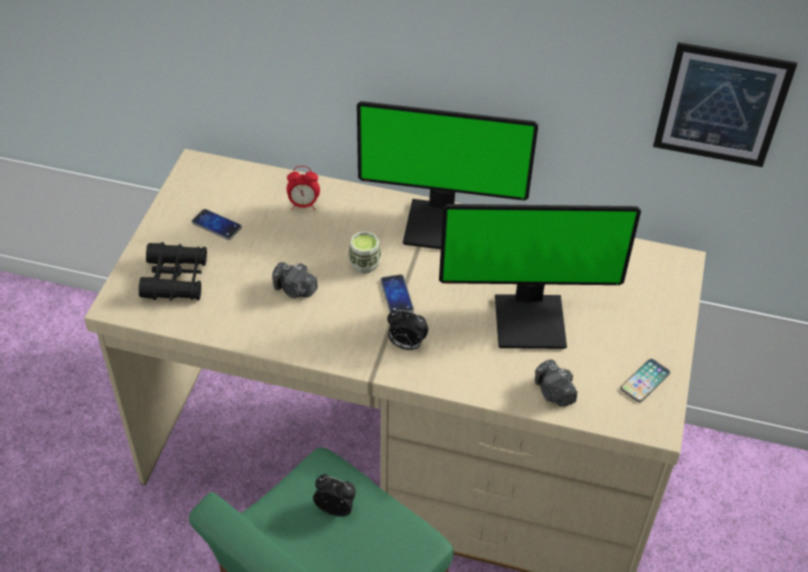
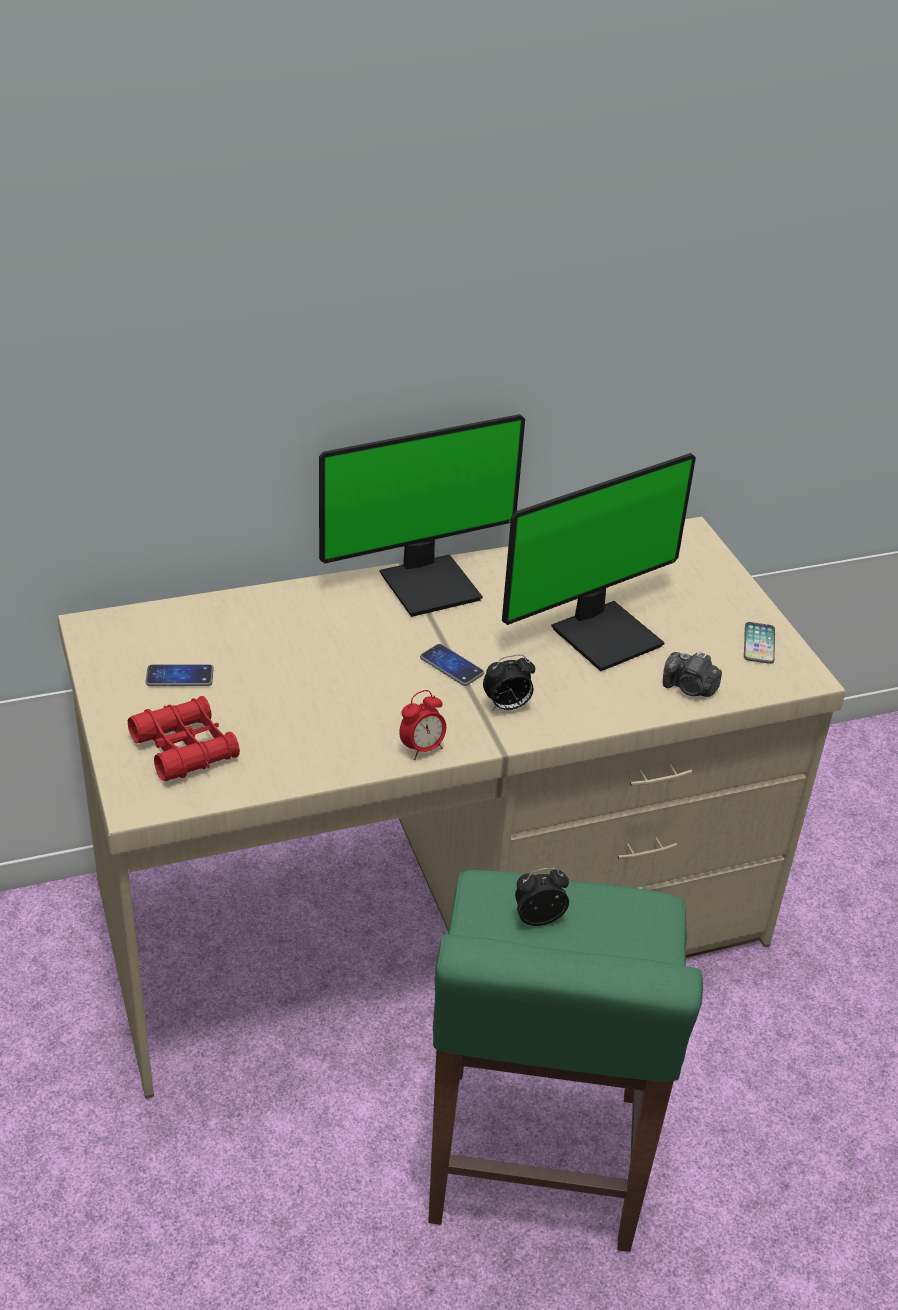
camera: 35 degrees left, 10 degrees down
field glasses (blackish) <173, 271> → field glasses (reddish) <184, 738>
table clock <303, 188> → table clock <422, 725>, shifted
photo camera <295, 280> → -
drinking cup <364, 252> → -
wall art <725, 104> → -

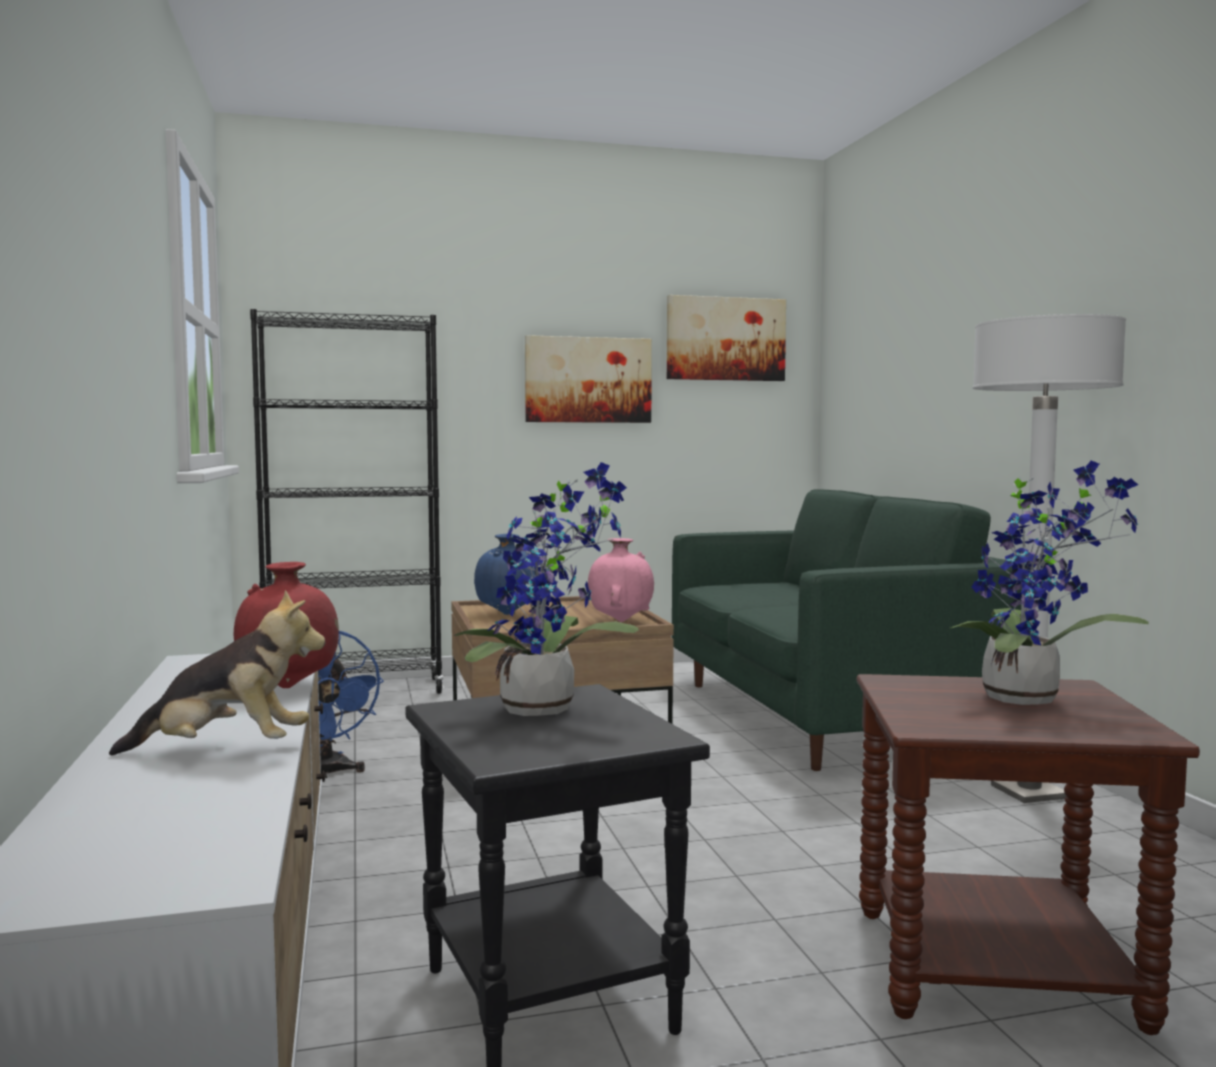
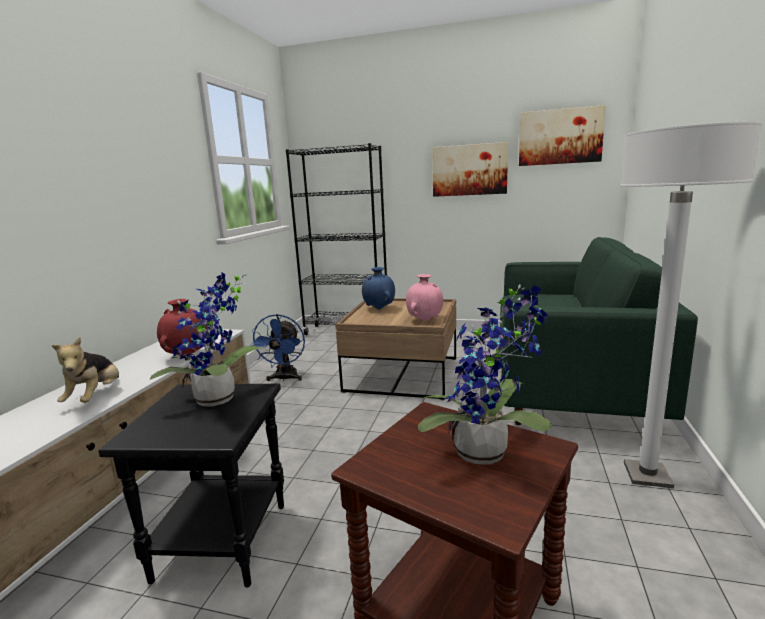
camera: 30 degrees right, 10 degrees up
soft toy <217, 672> → soft toy <85, 370>, 60 degrees clockwise

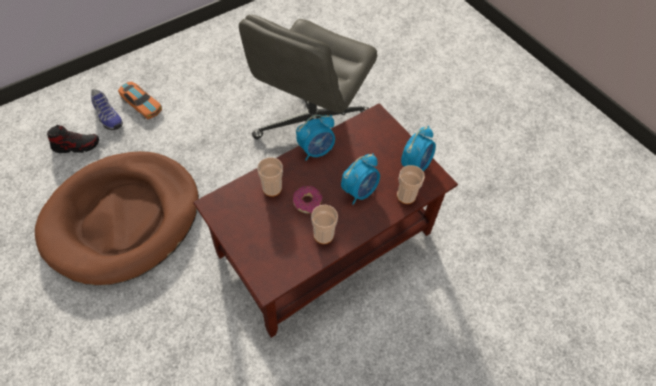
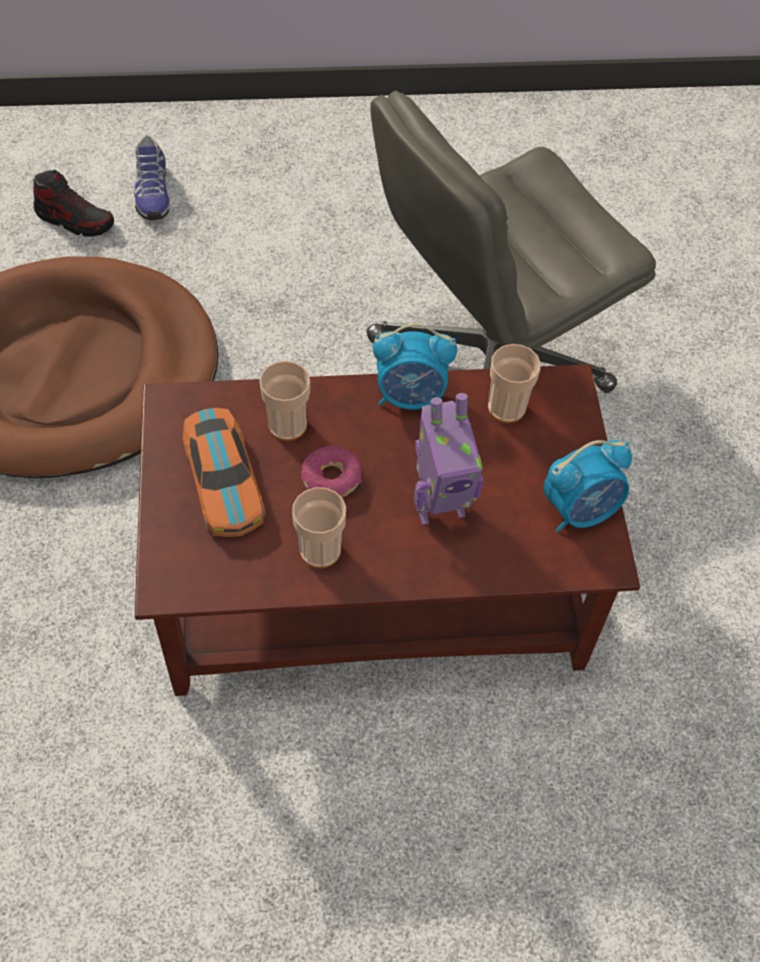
camera: 30 degrees right, 0 degrees up
miniature car <140, 100> → miniature car <224, 472>, shifted
table clock <360, 178> → toy robot <448, 459>
drinking cup <411, 184> → drinking cup <514, 383>, shifted

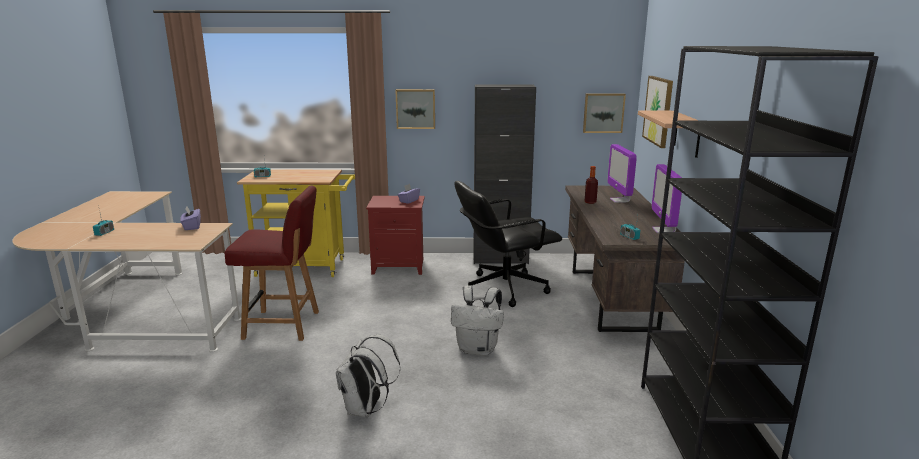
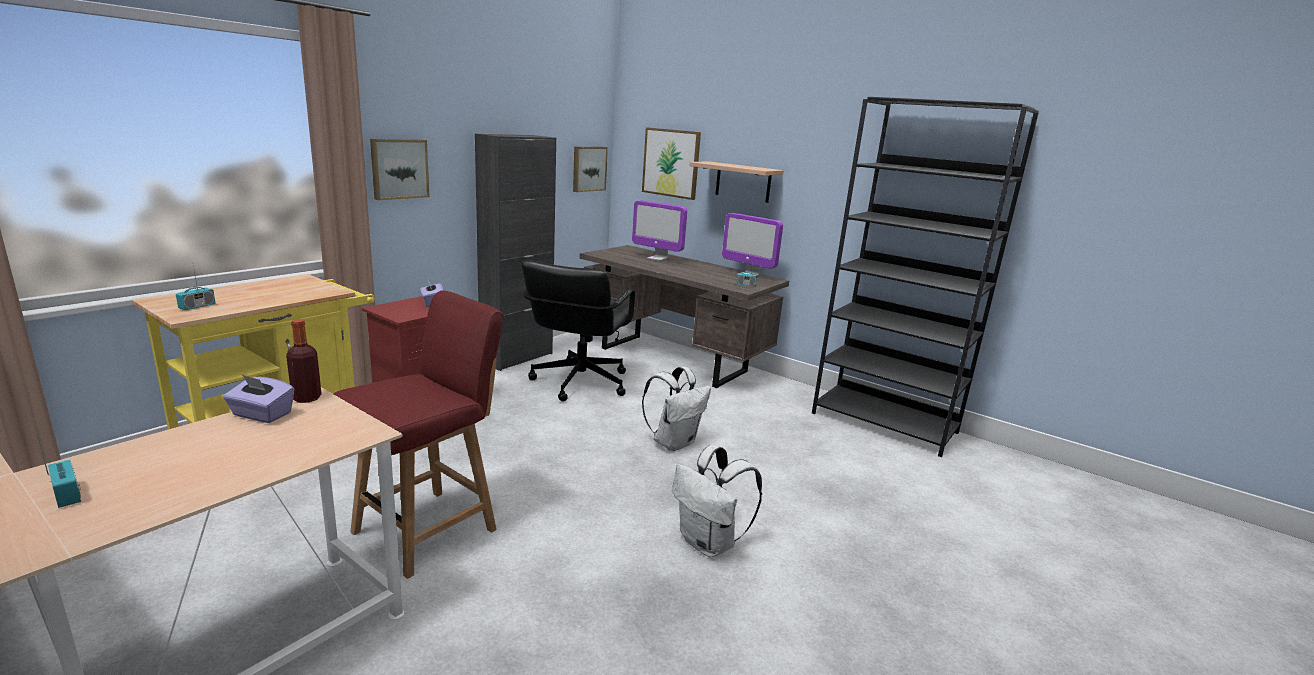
camera: 55 degrees left, 0 degrees up
bottle <591, 185> → bottle <304, 361>, shifted

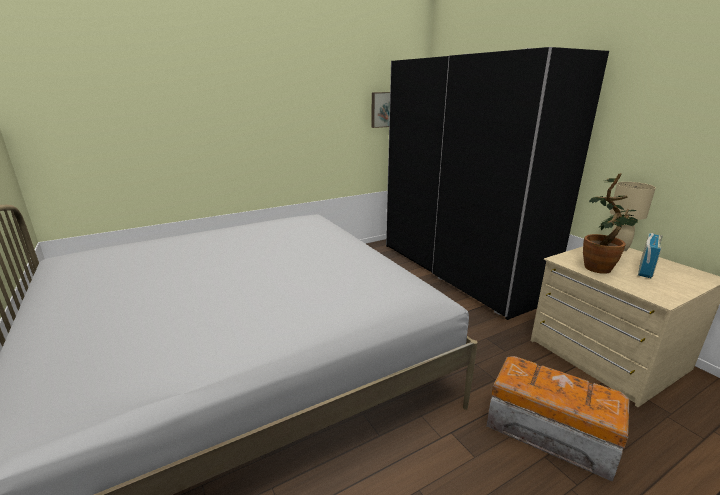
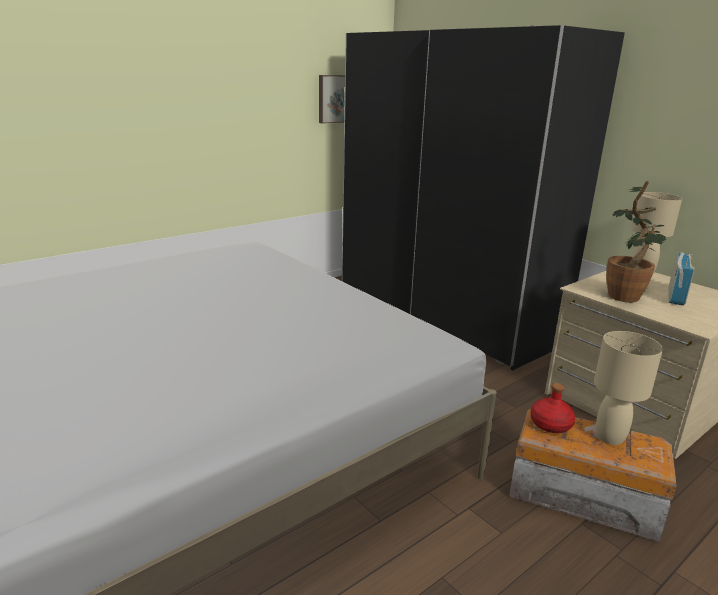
camera: 10 degrees left, 0 degrees up
- → bottle (reddish) <552, 408>
- → tabletop lamp (sand-coloured) <628, 388>

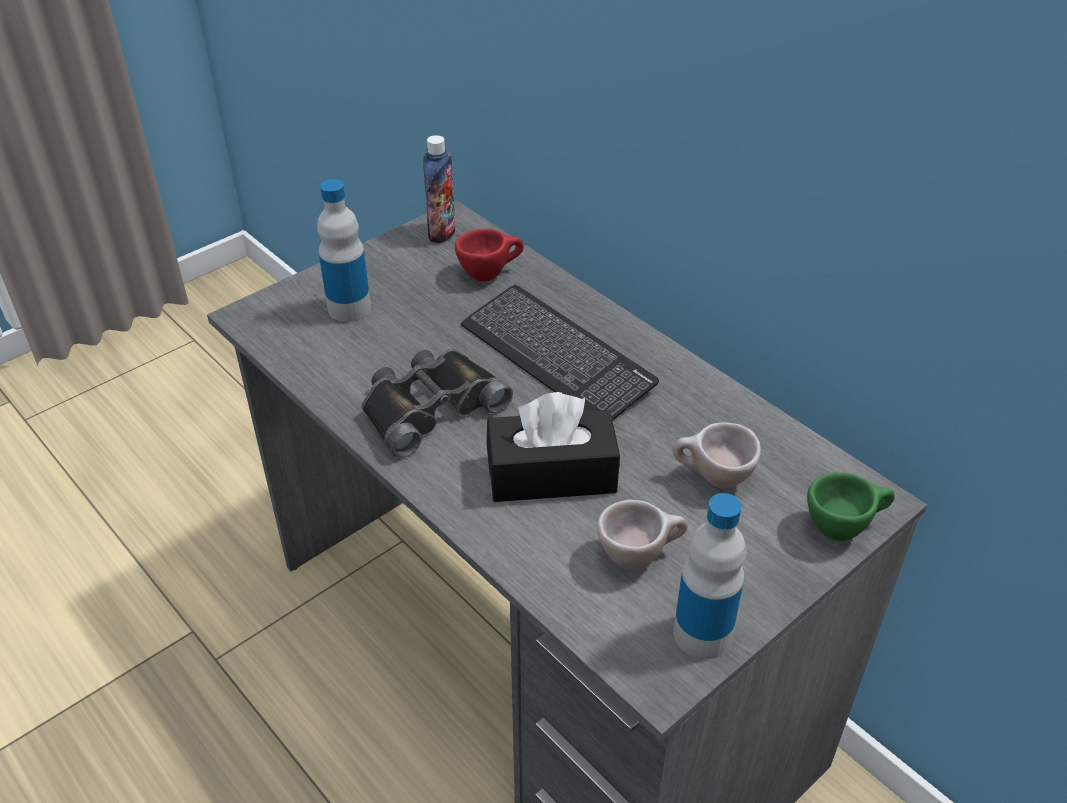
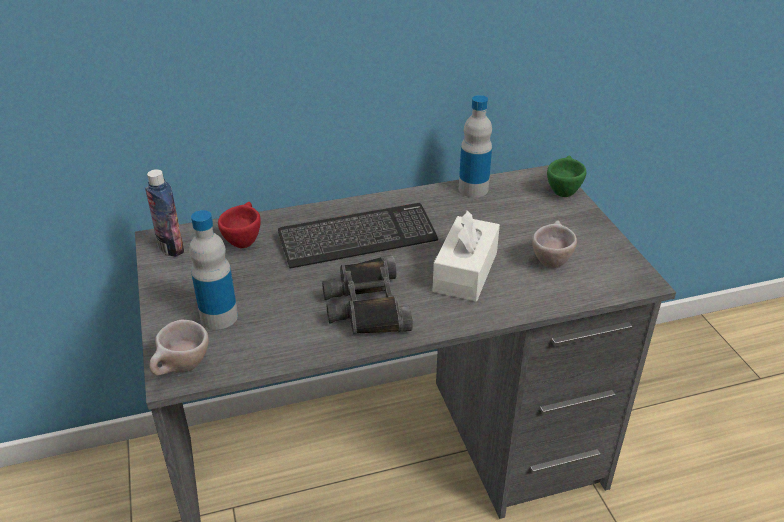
camera: 65 degrees left, 5 degrees down
drinking cup (sand-coloured) <717, 455> → drinking cup (sand-coloured) <178, 348>, shifted
tissue box (blackish) <553, 447> → tissue box (whitish) <466, 255>
bottle <710, 576> → bottle <475, 146>, shifted

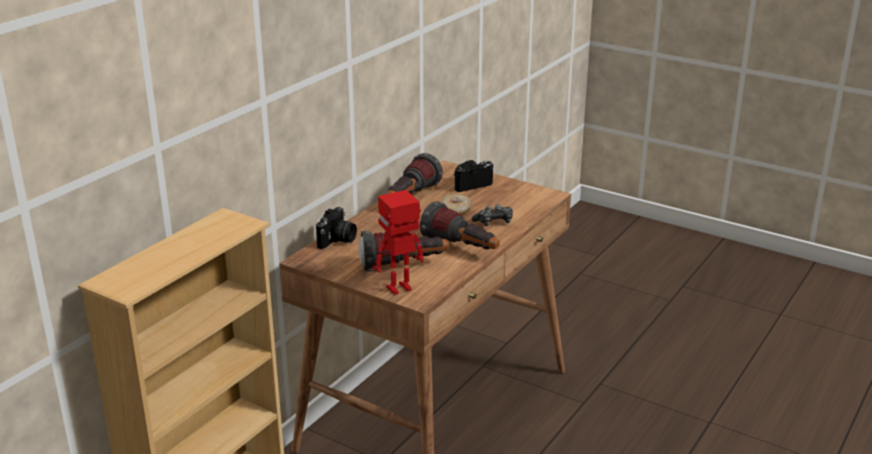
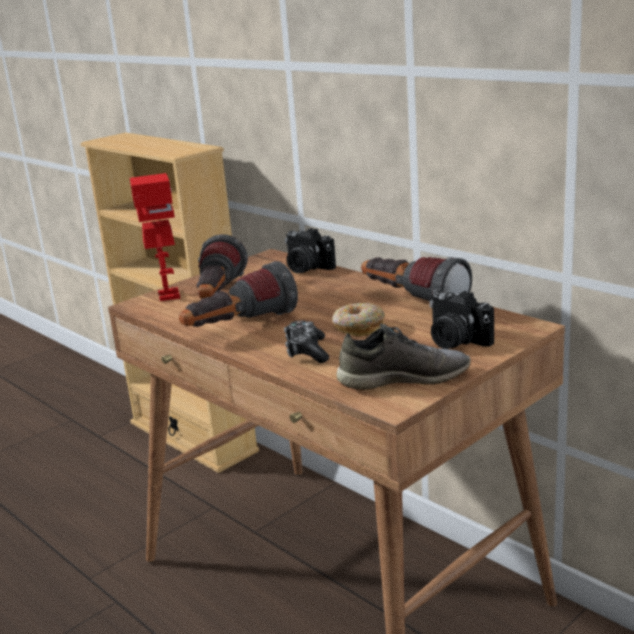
camera: 105 degrees right, 5 degrees down
- → low shoe (grey) <403, 356>
photo camera <473, 176> → photo camera <462, 320>, 150 degrees clockwise

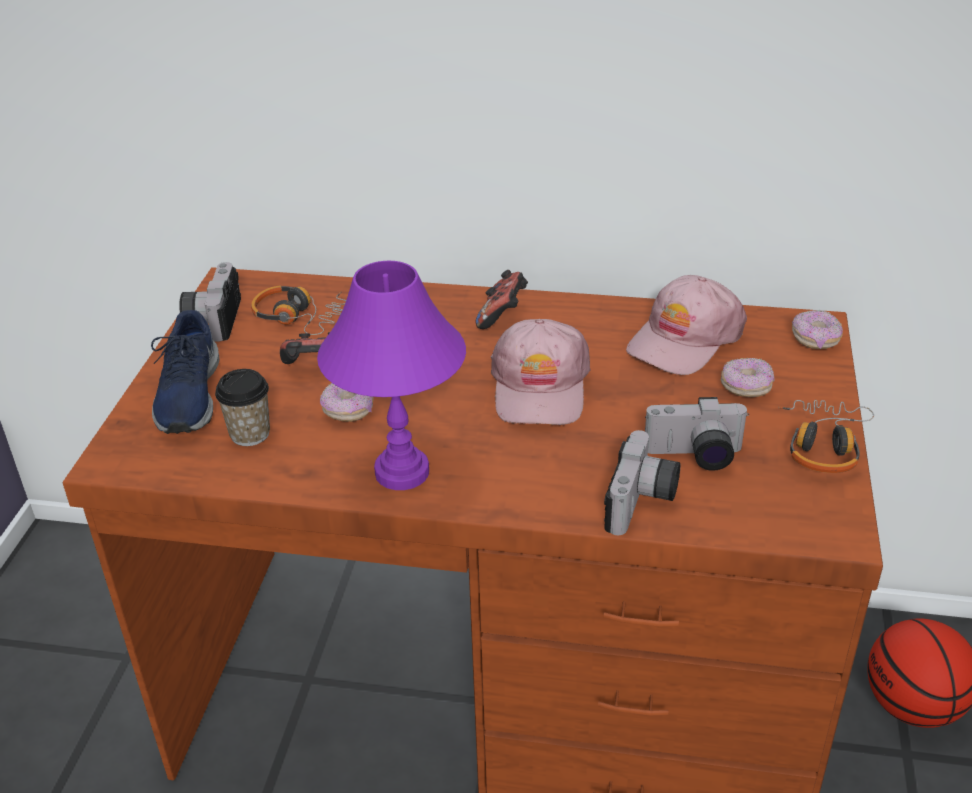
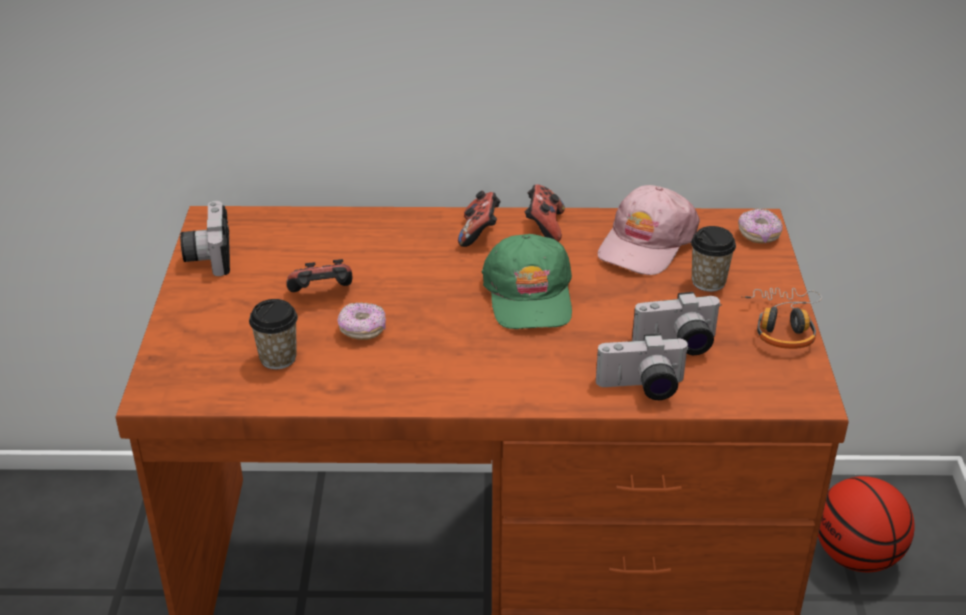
camera: 10 degrees left, 0 degrees up
cap (pinkish) <540, 372> → cap (greenish) <527, 281>
- → game controller <545, 213>
photo camera <642, 482> → photo camera <643, 367>, 75 degrees clockwise
doughnut <748, 377> → drinking cup <713, 259>
low shoe (bluish) <185, 372> → -
headphones <298, 310> → -
tabletop lamp (purple-coloured) <391, 375> → -

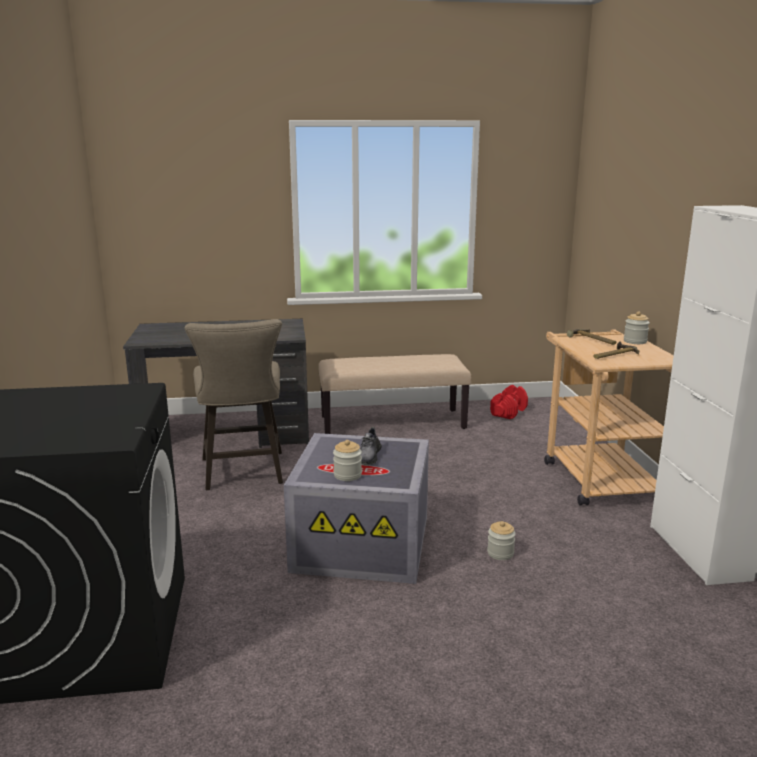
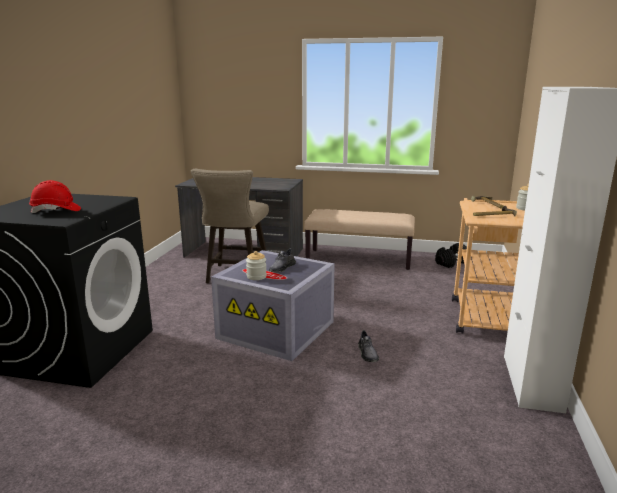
camera: 20 degrees right, 0 degrees up
- → hard hat (reddish) <55, 196>
preserve jar <501, 540> → low shoe (grey) <368, 346>
hand weight (reddish) <509, 402> → hand weight (blackish) <451, 255>

